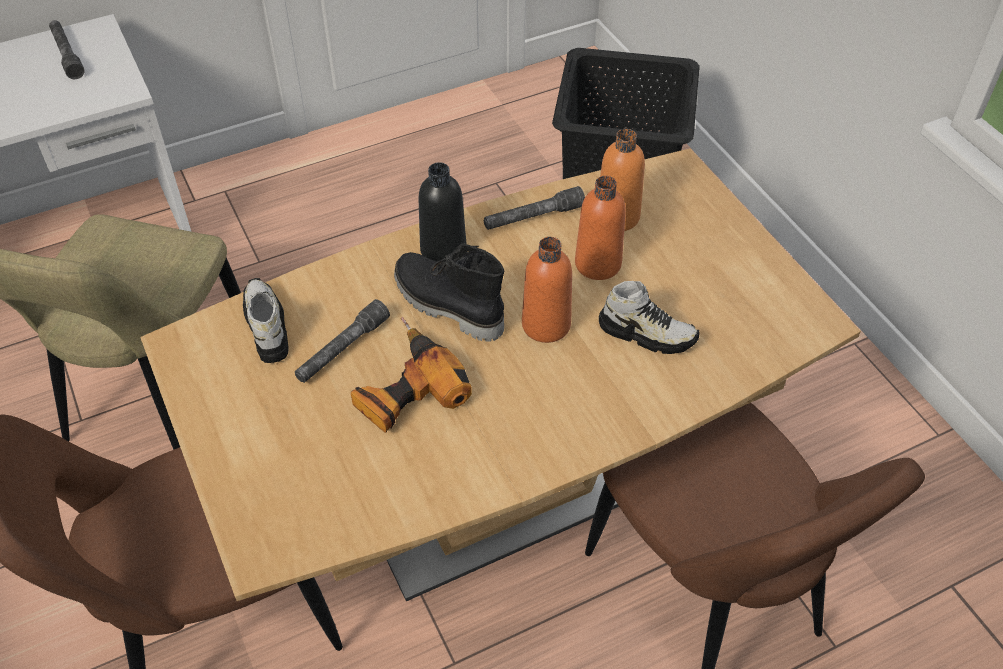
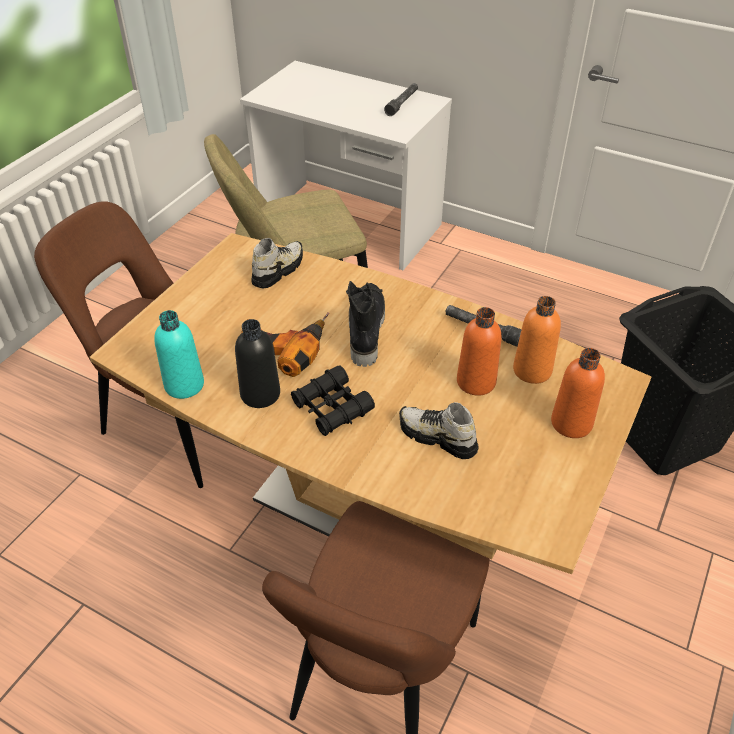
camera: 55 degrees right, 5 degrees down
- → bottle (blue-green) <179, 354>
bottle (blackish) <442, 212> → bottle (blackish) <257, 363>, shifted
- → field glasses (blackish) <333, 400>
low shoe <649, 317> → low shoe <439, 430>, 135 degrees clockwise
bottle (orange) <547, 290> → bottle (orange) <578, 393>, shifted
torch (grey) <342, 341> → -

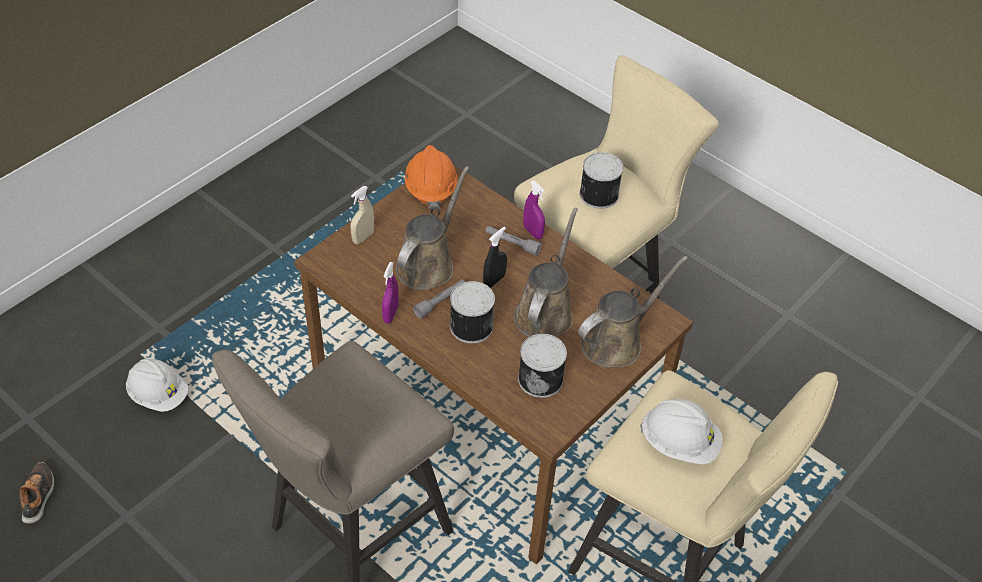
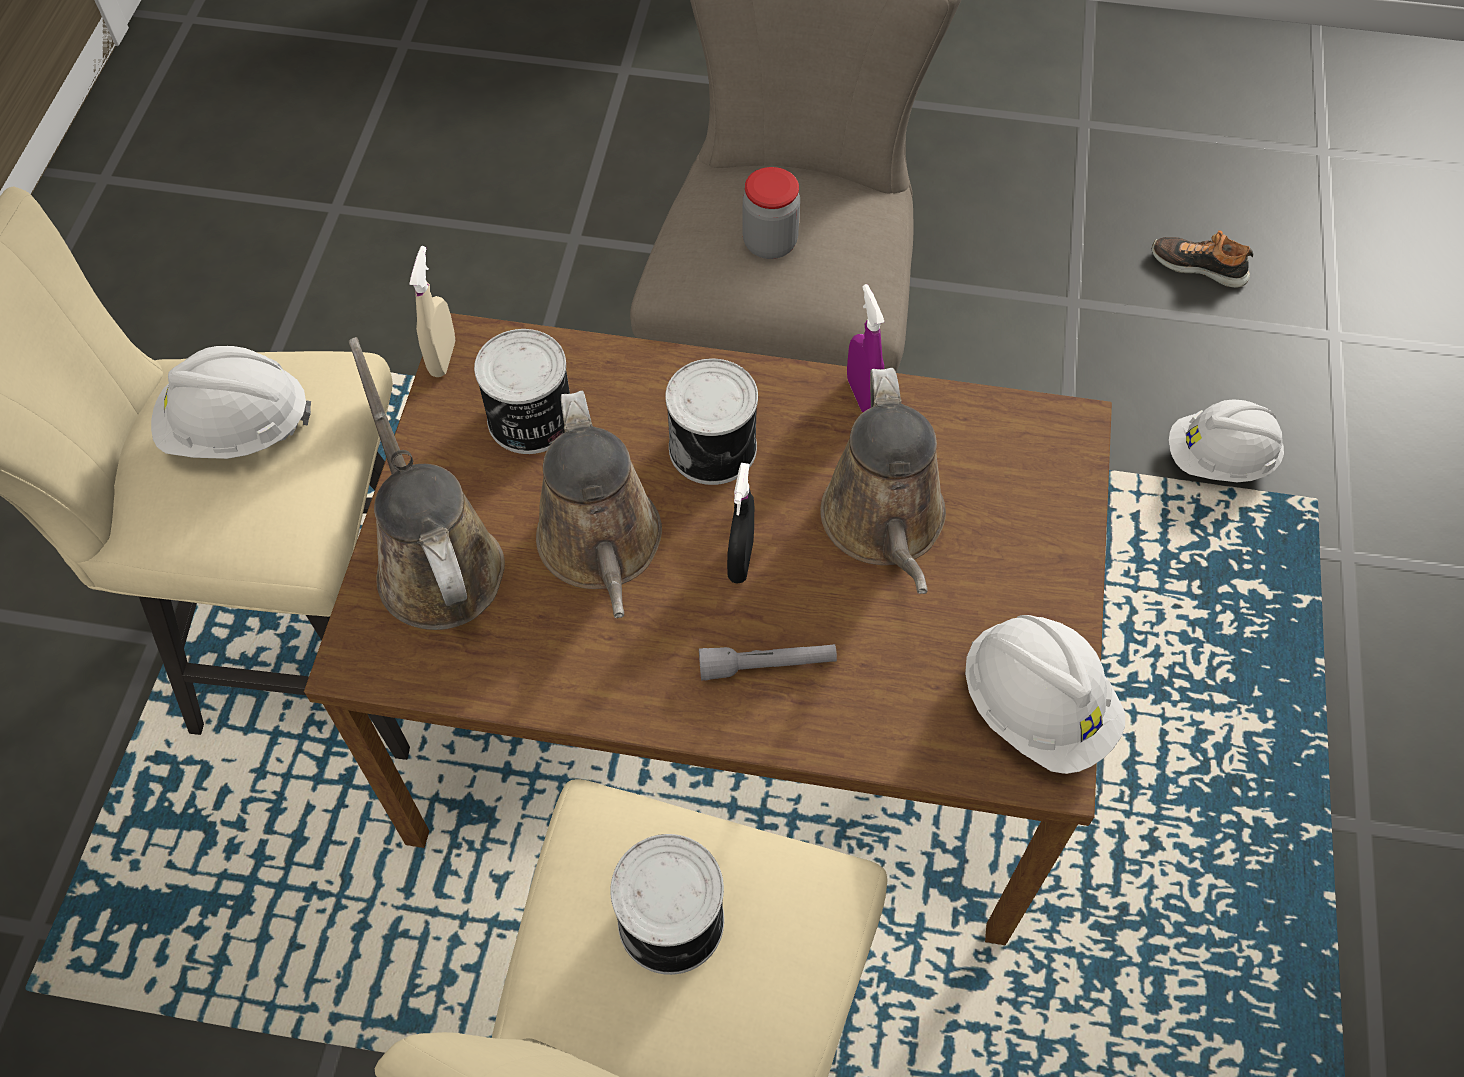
camera: 150 degrees right, 10 degrees up
sprinkling can (brownish) <633, 312> → sprinkling can (brownish) <427, 483>, 135 degrees clockwise
spray bottle (sand-coloured) <362, 215> → spray bottle (sand-coloured) <432, 311>, shifted
- → preserve jar <771, 213>
hard hat (orange) <431, 177> → hard hat (whitish) <1045, 694>
low shoe <36, 493> → low shoe <1202, 259>, 150 degrees clockwise
torch (grey) <439, 299> → -
spray bottle (purple-coloured) <534, 210> → -

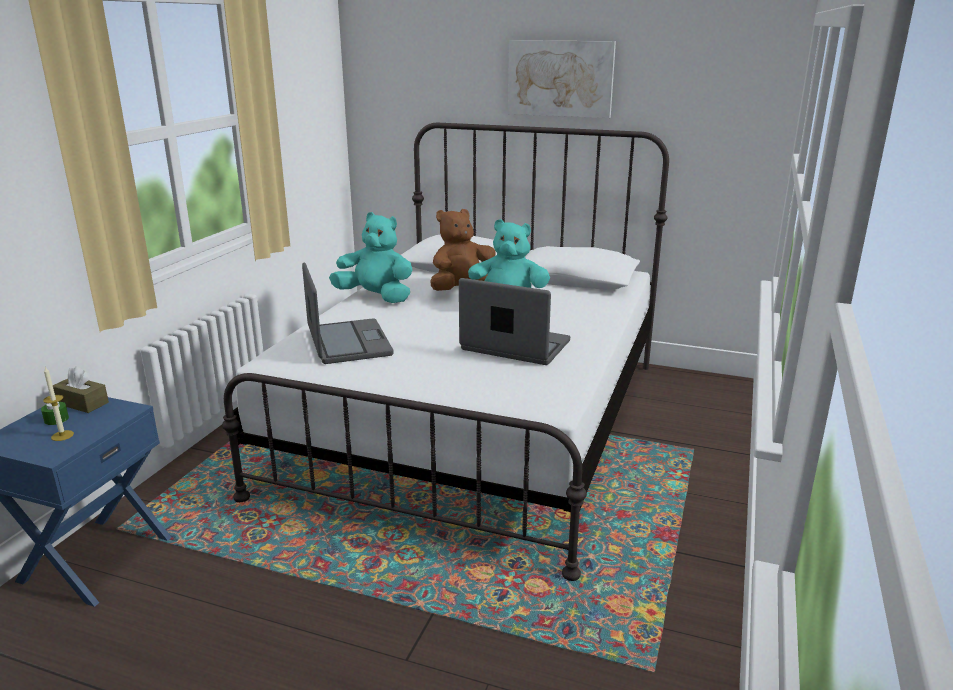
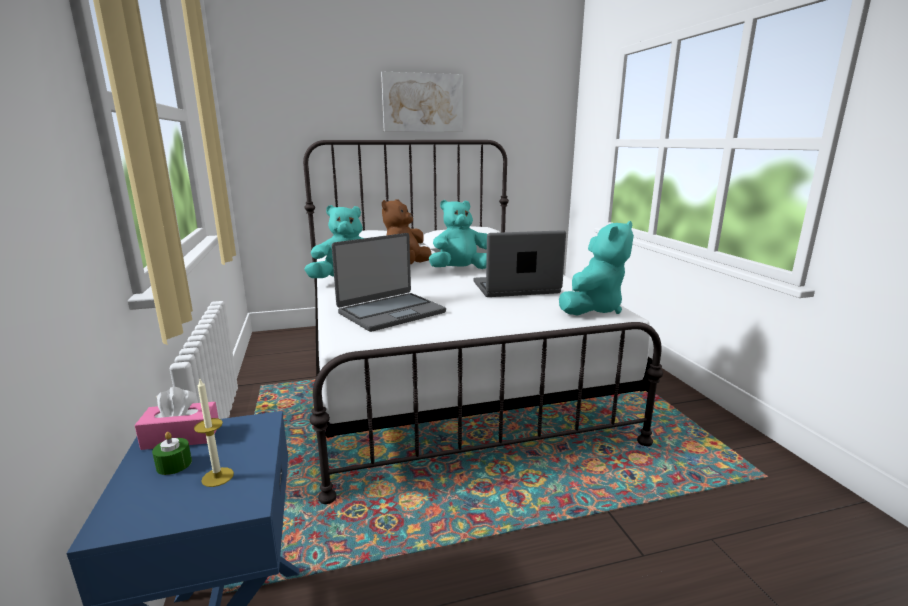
camera: 35 degrees left, 5 degrees down
tissue box (brownish) <81, 389> → tissue box (pinkish) <177, 418>
laptop <348, 313> → laptop <389, 282>, 105 degrees clockwise
- → soft toy (blue-green) <596, 268>

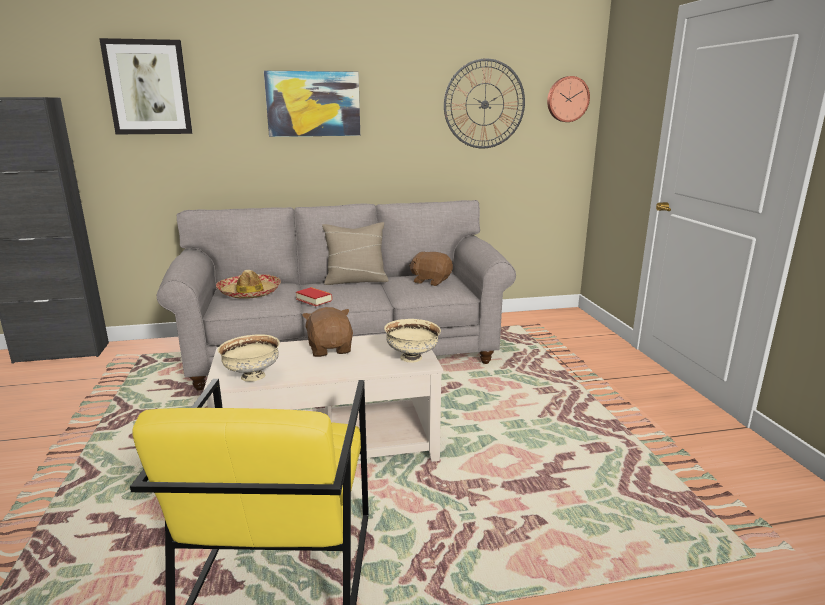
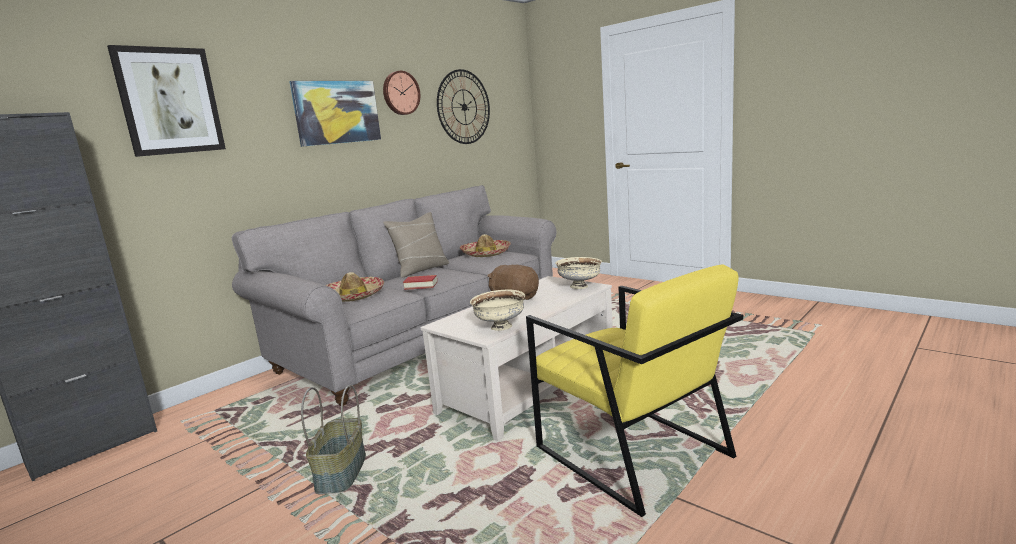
camera: 35 degrees left, 5 degrees down
- → basket <333, 440>
wall clock <568, 99> → wall clock <401, 93>, shifted
soft toy (brownish) <431, 269> → wearable hat <485, 245>

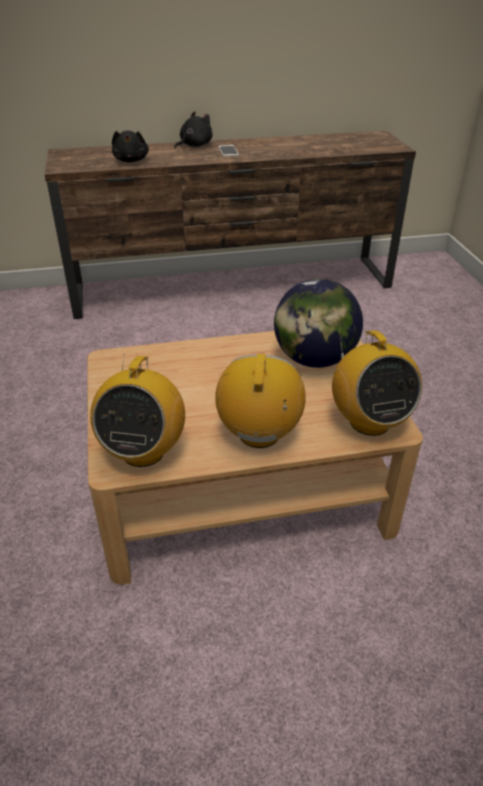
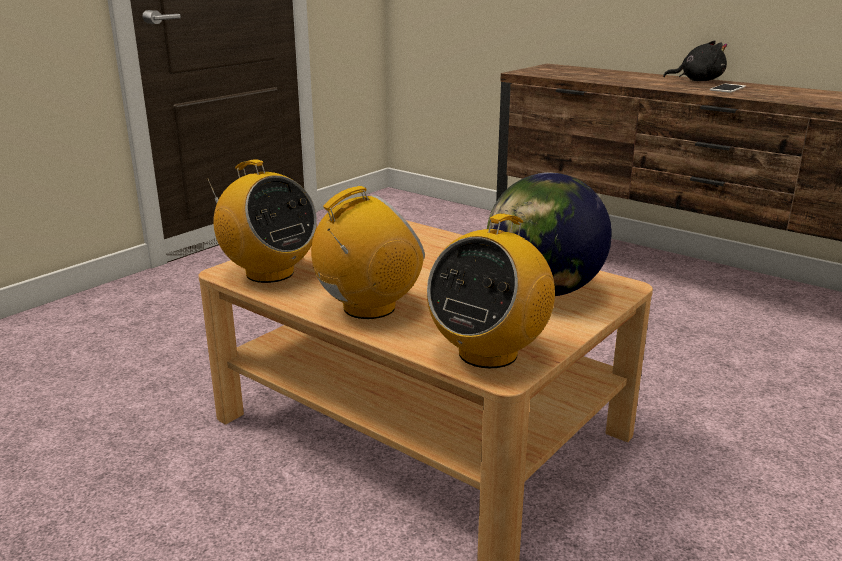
camera: 50 degrees right, 15 degrees down
radio set <137, 410> → radio set <262, 221>, 105 degrees counterclockwise
soft toy (blackish) <130, 146> → -

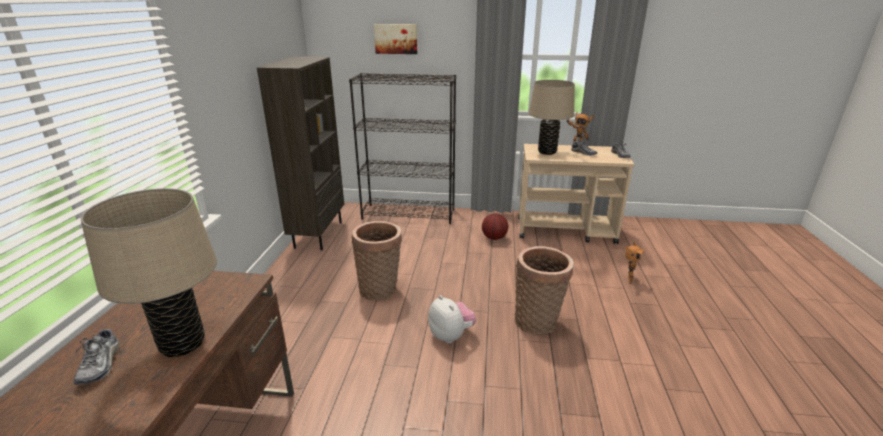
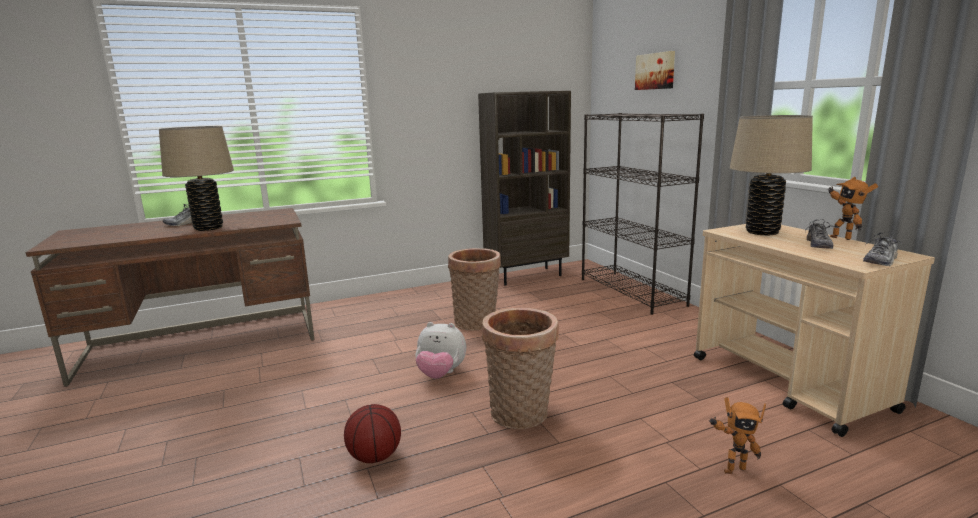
camera: 60 degrees right, 10 degrees down
ball for basketball <495, 226> → ball for basketball <372, 433>, shifted
soft toy <452, 319> → soft toy <440, 350>, 75 degrees clockwise

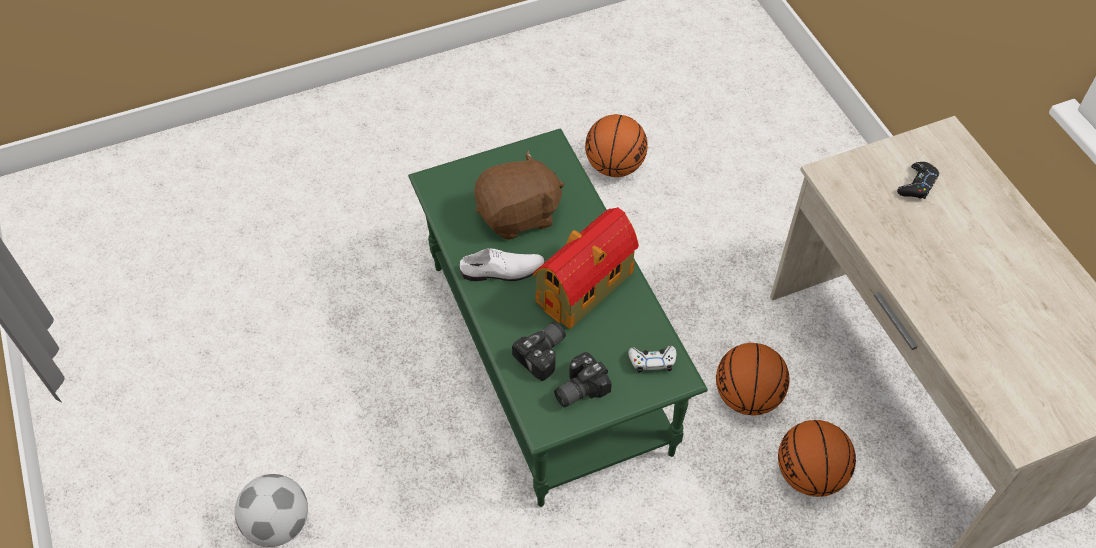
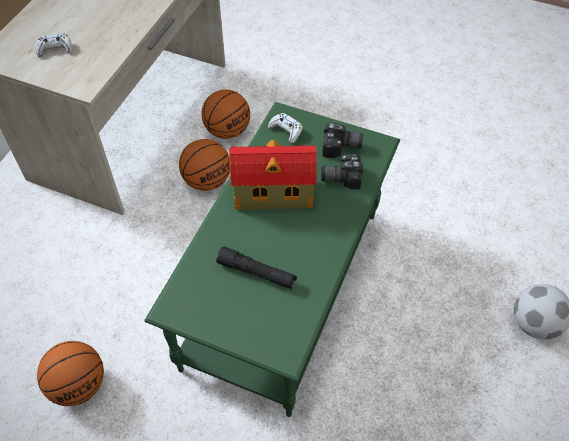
camera: 135 degrees left, 0 degrees up
game controller (blackish) <918, 180> → game controller (whitish) <54, 45>
soft toy (brownish) <519, 195> → torch (blackish) <256, 267>
low shoe (whitish) <502, 264> → -

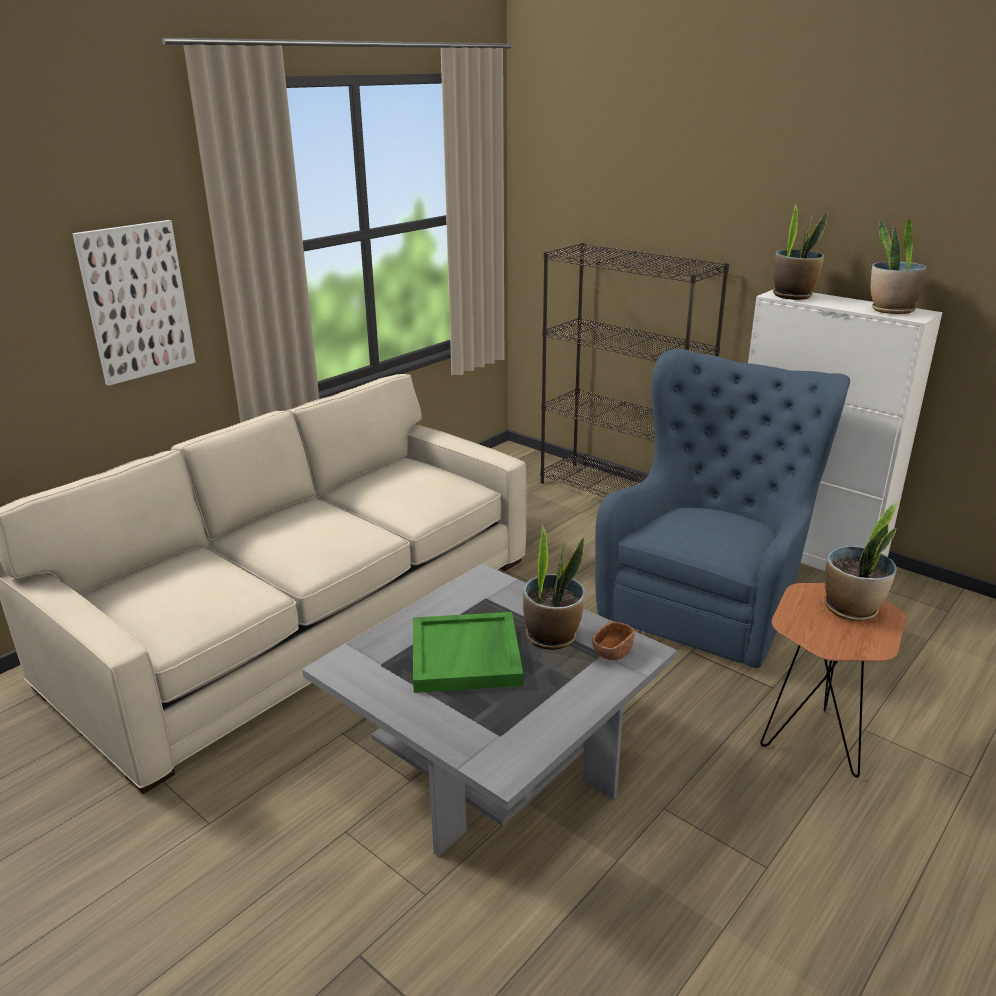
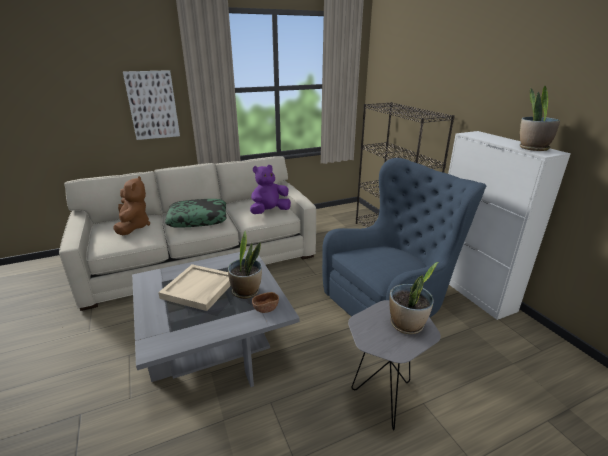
camera: 25 degrees right, 0 degrees up
- → soft toy (brownish) <131, 205>
carrying tray (greenish) <468, 652> → carrying tray (sand-coloured) <194, 287>
- → pillow <196, 213>
- → soft toy (purple-coloured) <270, 189>
accent table (brownish) <833, 680> → accent table (grey) <394, 365>
houseplant <800, 252> → -

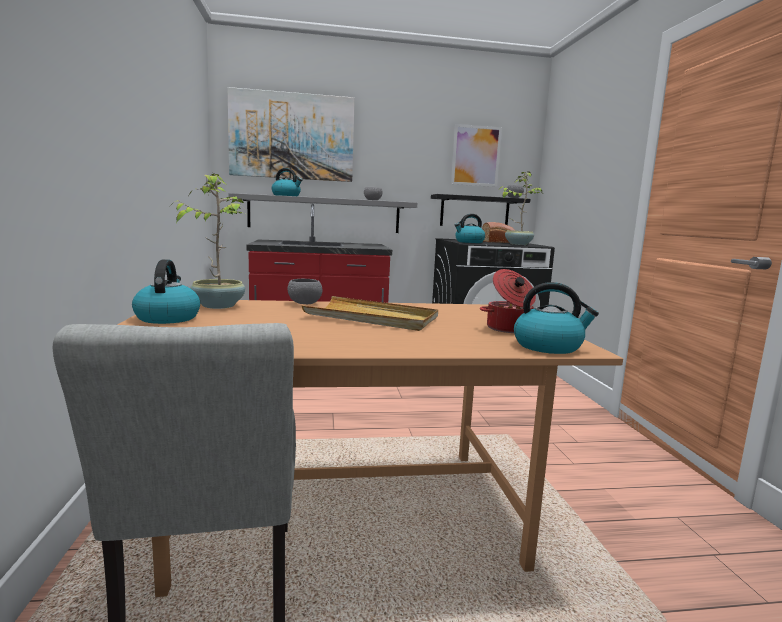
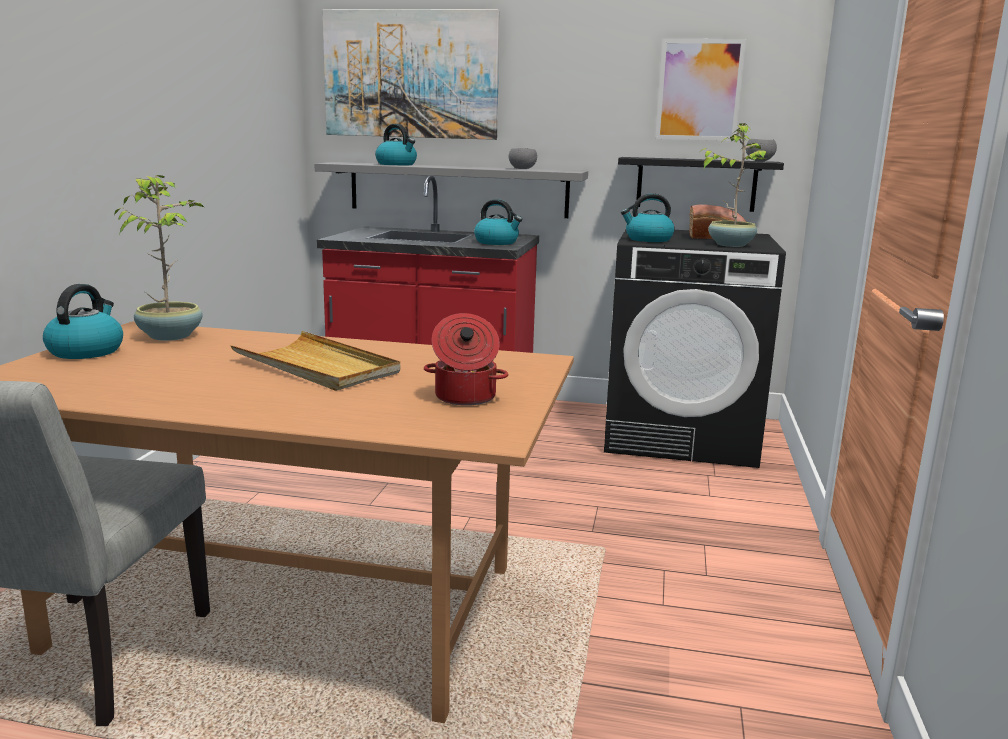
camera: 20 degrees right, 5 degrees up
kettle <556, 318> → kettle <498, 222>, shifted
bowl (grey) <305, 291> → -

